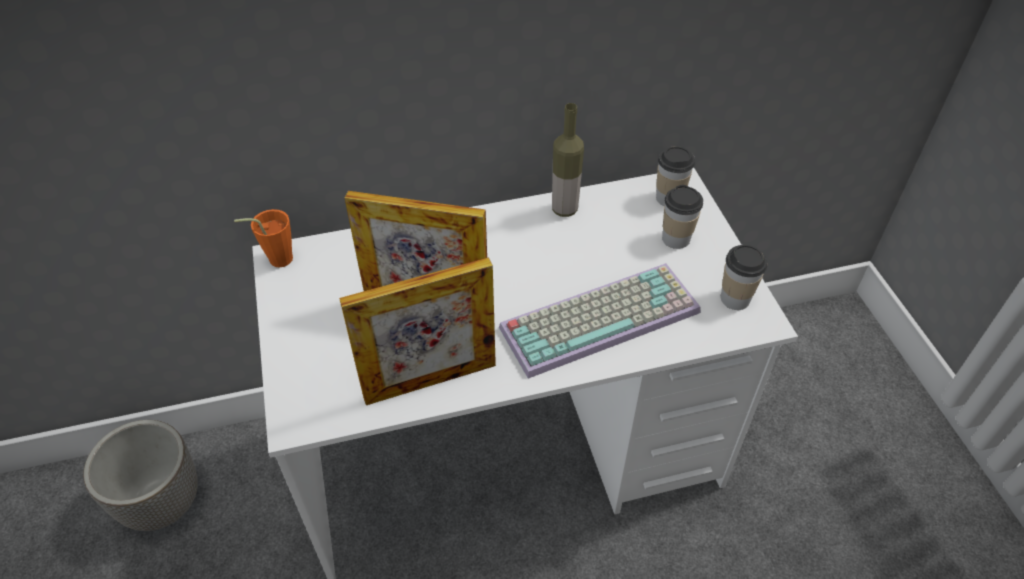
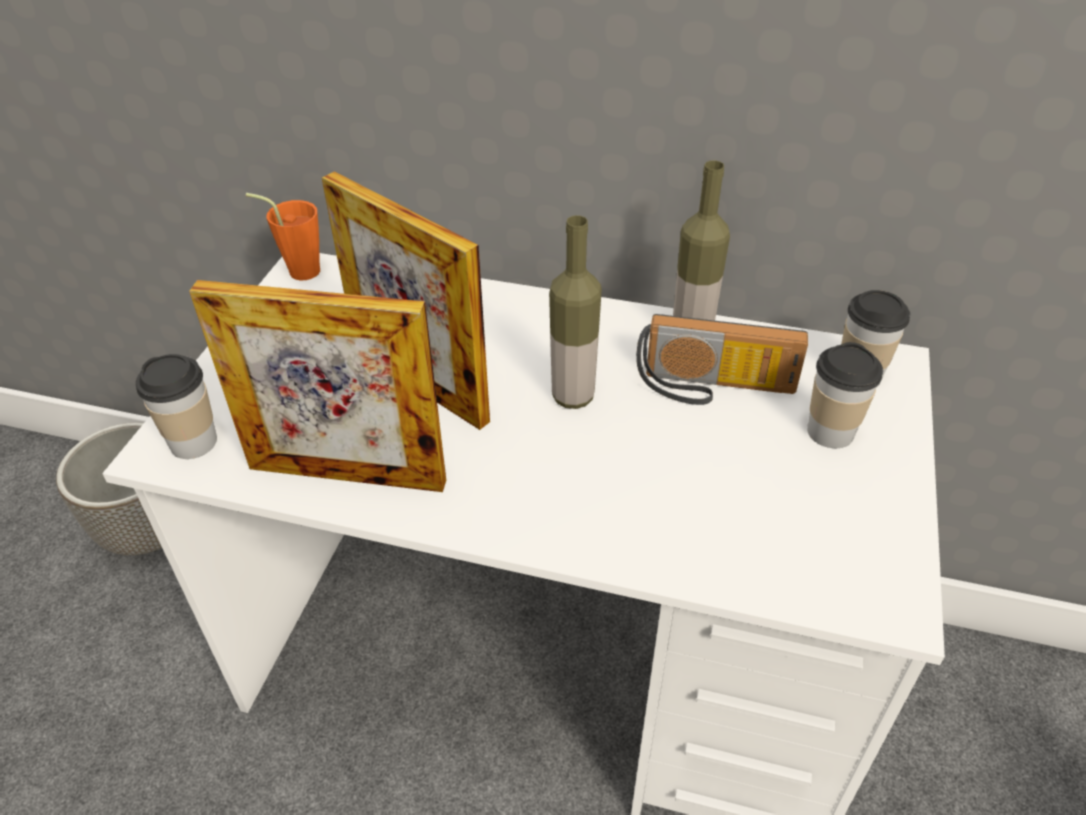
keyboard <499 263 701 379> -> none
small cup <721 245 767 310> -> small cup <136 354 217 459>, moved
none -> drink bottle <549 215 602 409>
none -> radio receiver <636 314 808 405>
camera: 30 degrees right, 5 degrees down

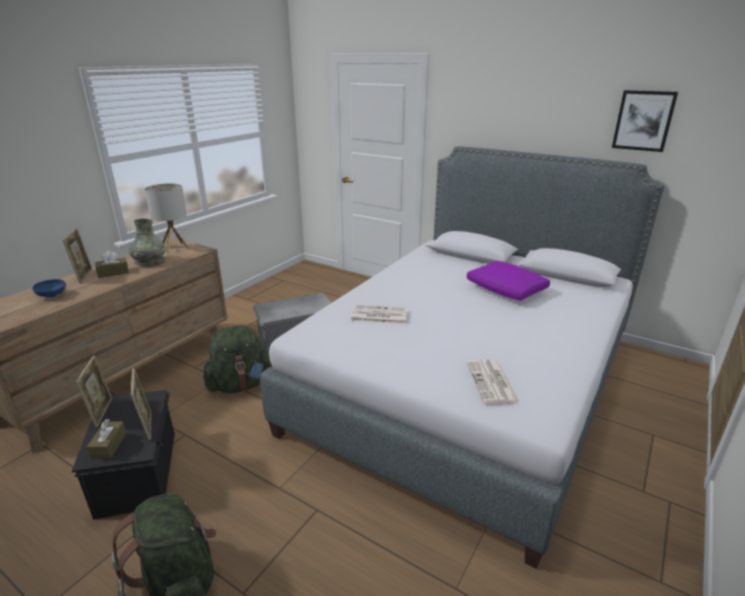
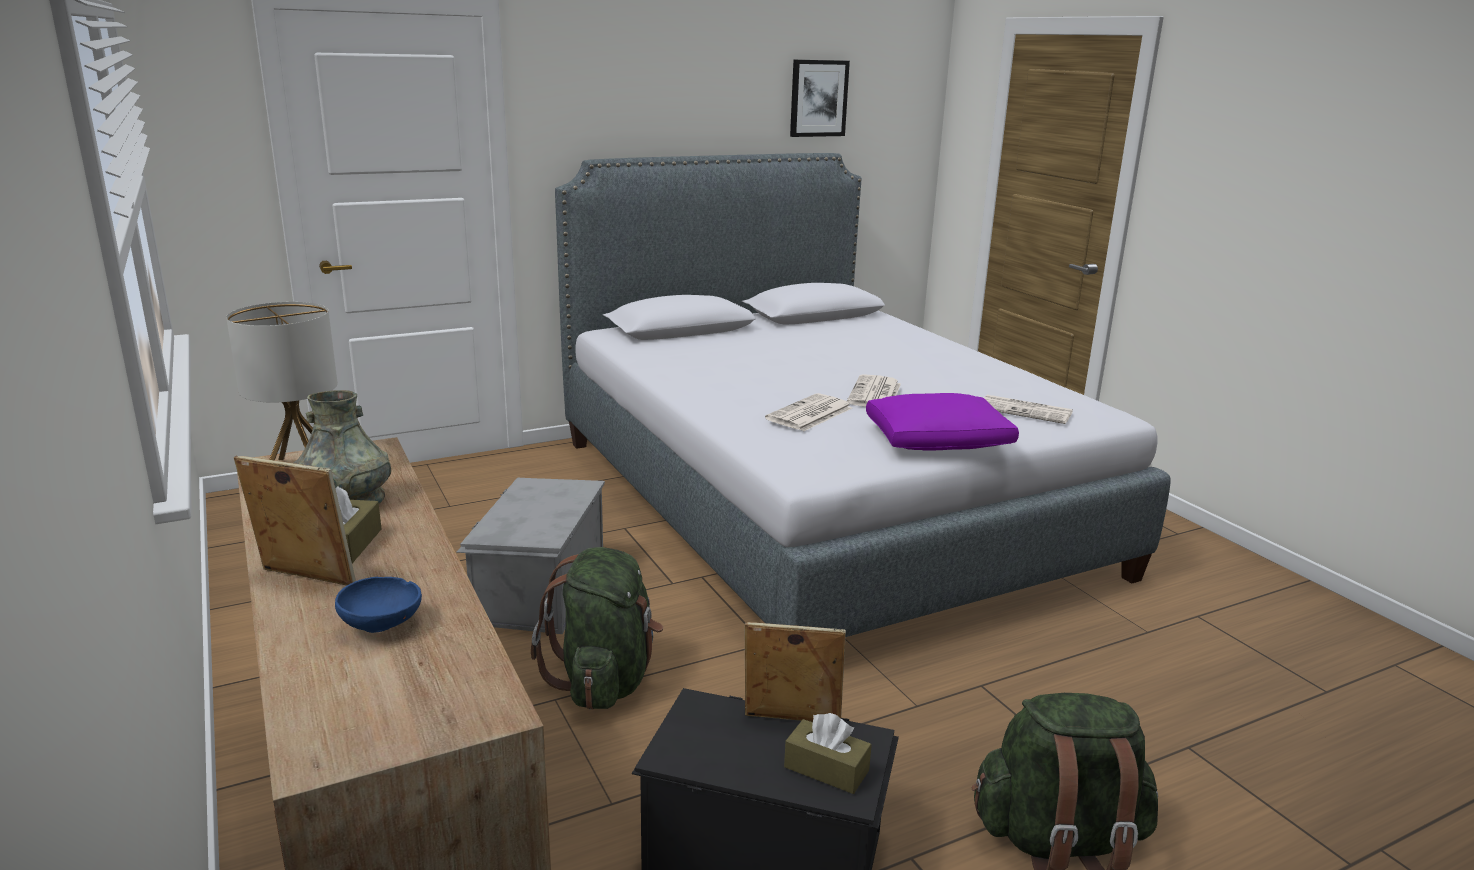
picture frame <76 355 112 428> -> none
pillow in purple <467 261 550 301> -> pillow in purple <866 393 1019 451>, moved
none -> printed paper <847 374 901 407>
camera: 60 degrees left, 5 degrees down

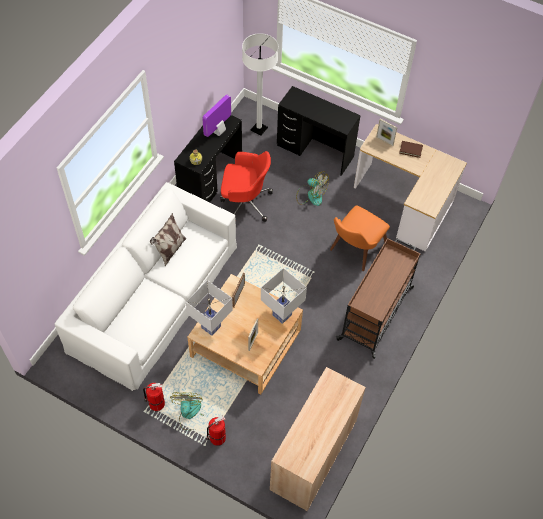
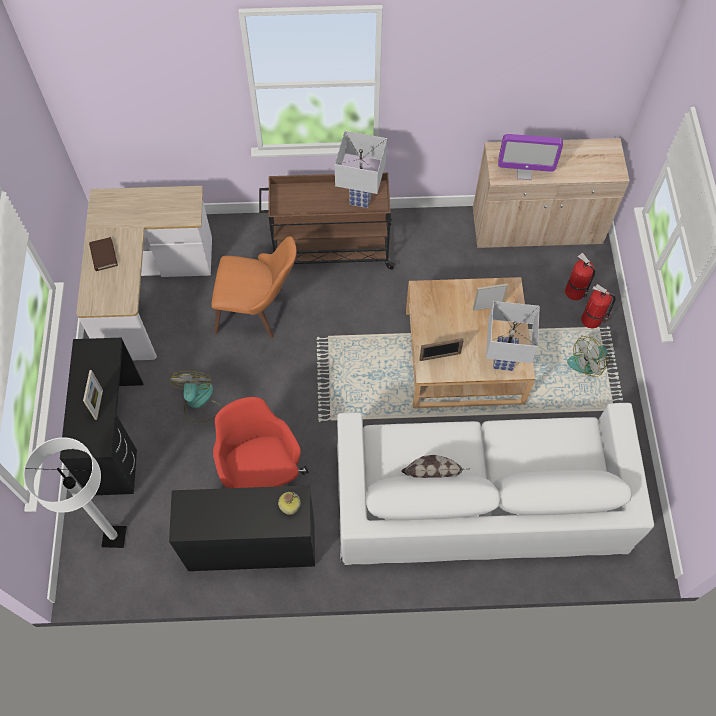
extinguisher <143 383 165 411> -> extinguisher <565 253 595 300>, moved
computer display <202 95 231 137> -> computer display <498 134 563 180>, moved
table lamp in white <261 268 307 324> -> table lamp in white <335 131 387 208>, moved
picture frame <376 119 397 146> -> picture frame <83 370 103 420>, moved
camera: 120 degrees left, 5 degrees up

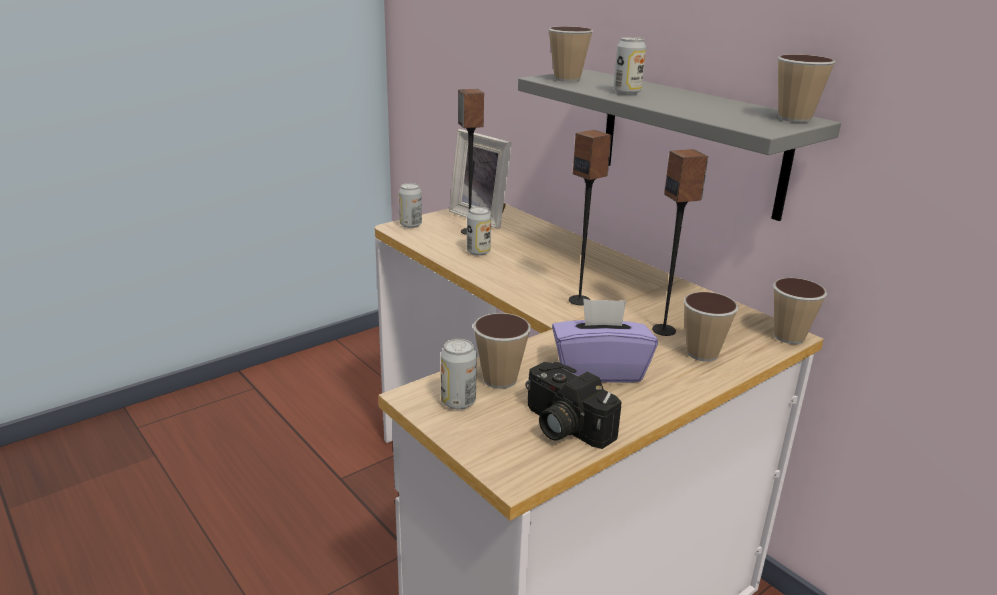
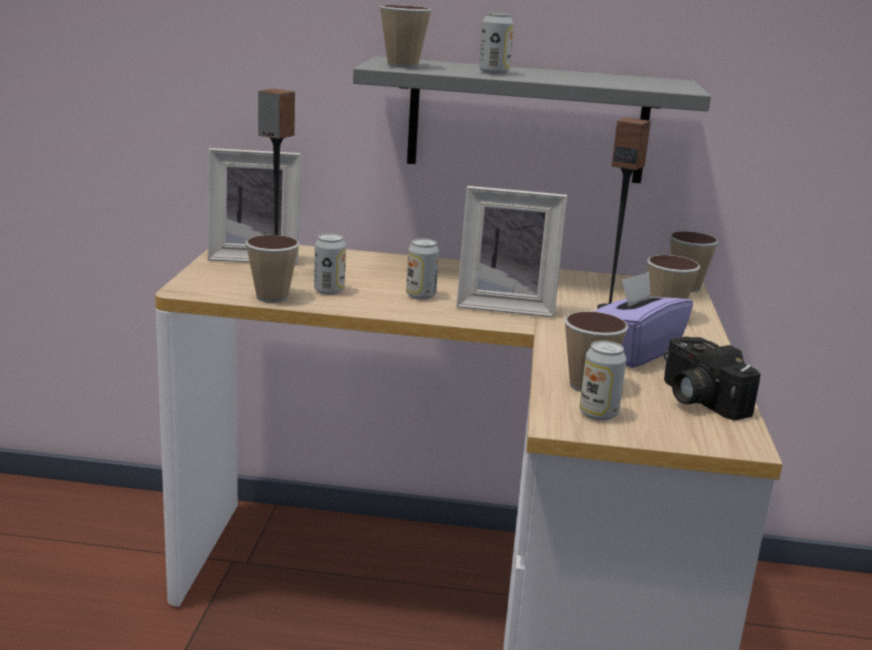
metal can <399 183 422 228> -> metal can <406 238 439 300>, moved
photo camera <525 362 621 449> -> photo camera <664 336 761 421>, 60 degrees clockwise
loudspeaker <569 130 612 305> -> picture frame <456 186 568 317>
small cup <777 54 835 123> -> small cup <245 235 300 303>, moved
camera: 45 degrees left, 5 degrees down

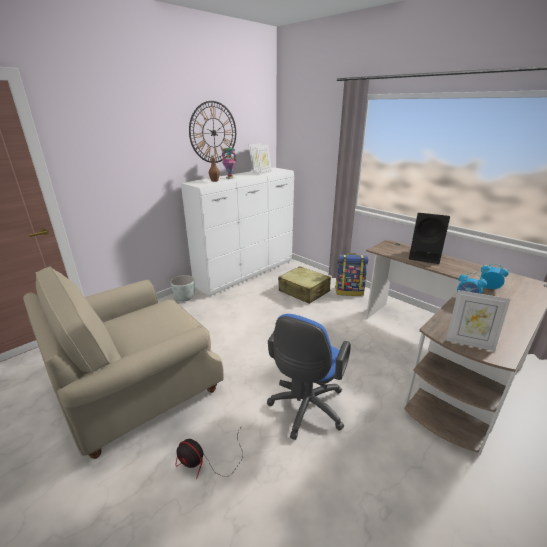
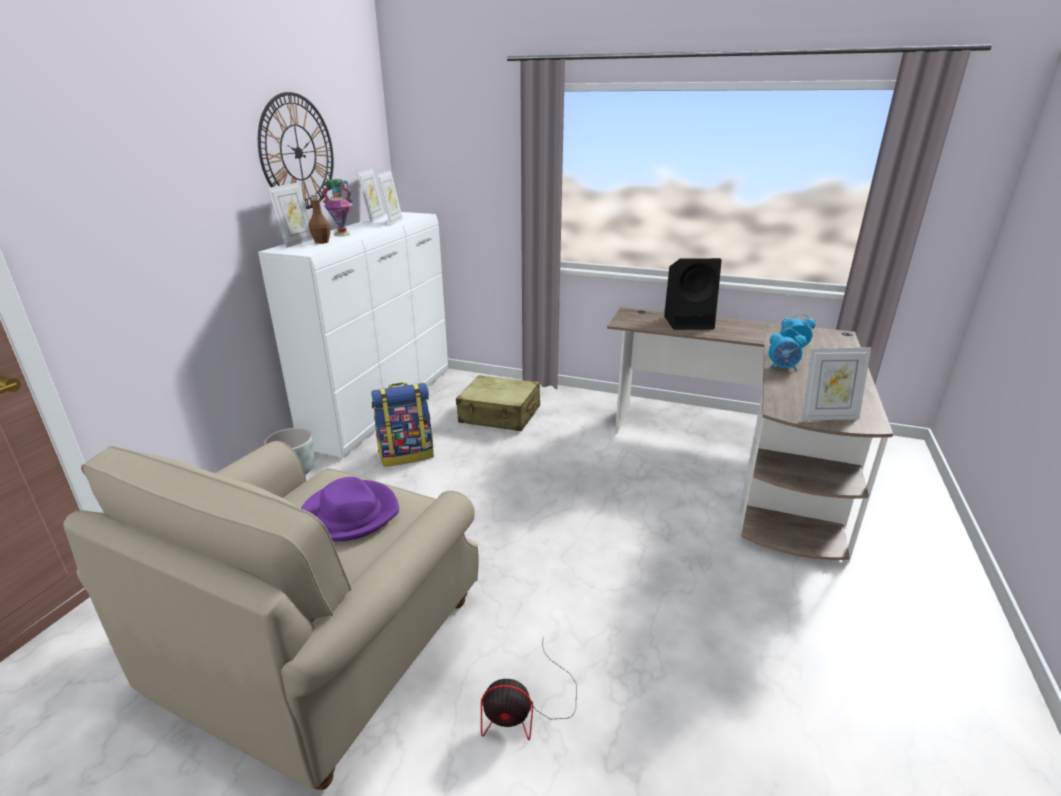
computer chair in blue-coloured <267 314 351 440> -> none
knapsack <335 253 368 296> -> knapsack <372 383 434 467>, moved
none -> picture frame <267 182 313 248>
none -> wearable hat in purple <301 477 399 541>
camera: 25 degrees left, 0 degrees up

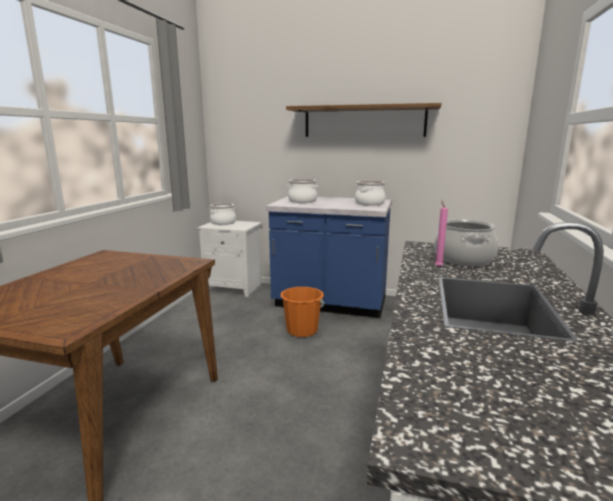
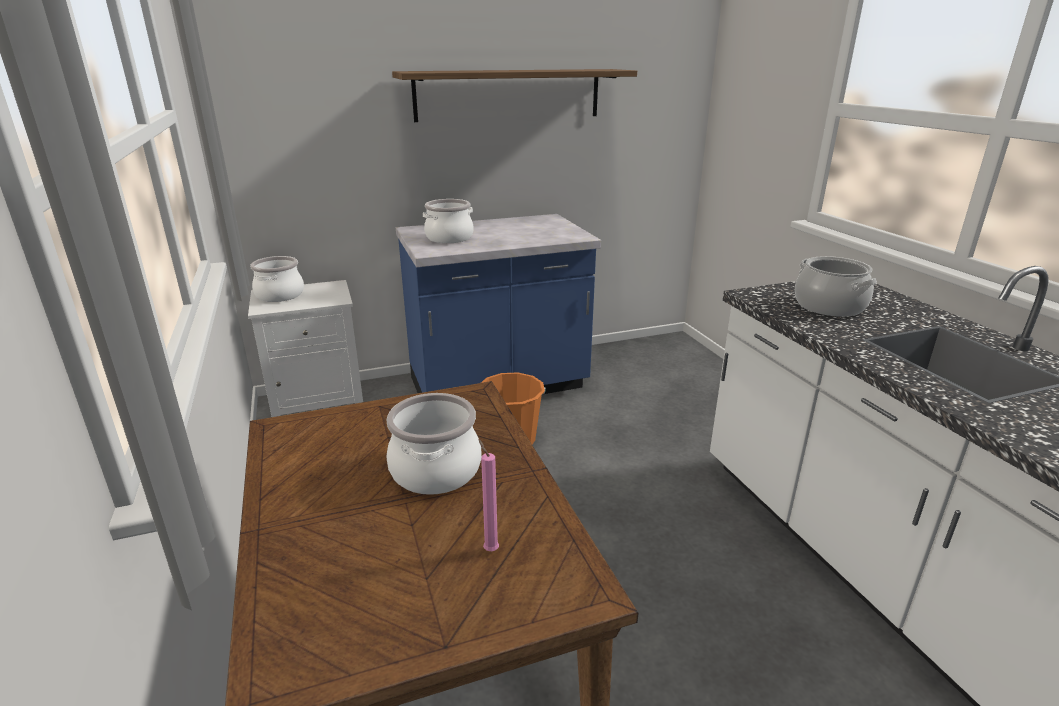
stockpot <355 180 386 206> -> stockpot <386 393 481 495>, moved
wax candle in pinkish <435 200 448 267> -> wax candle in pinkish <479 440 499 551>, moved
camera: 35 degrees left, 10 degrees up

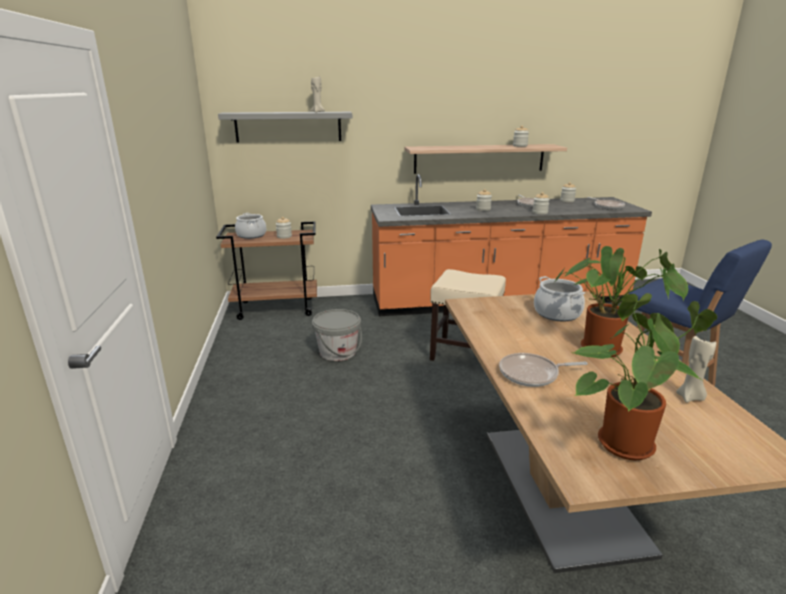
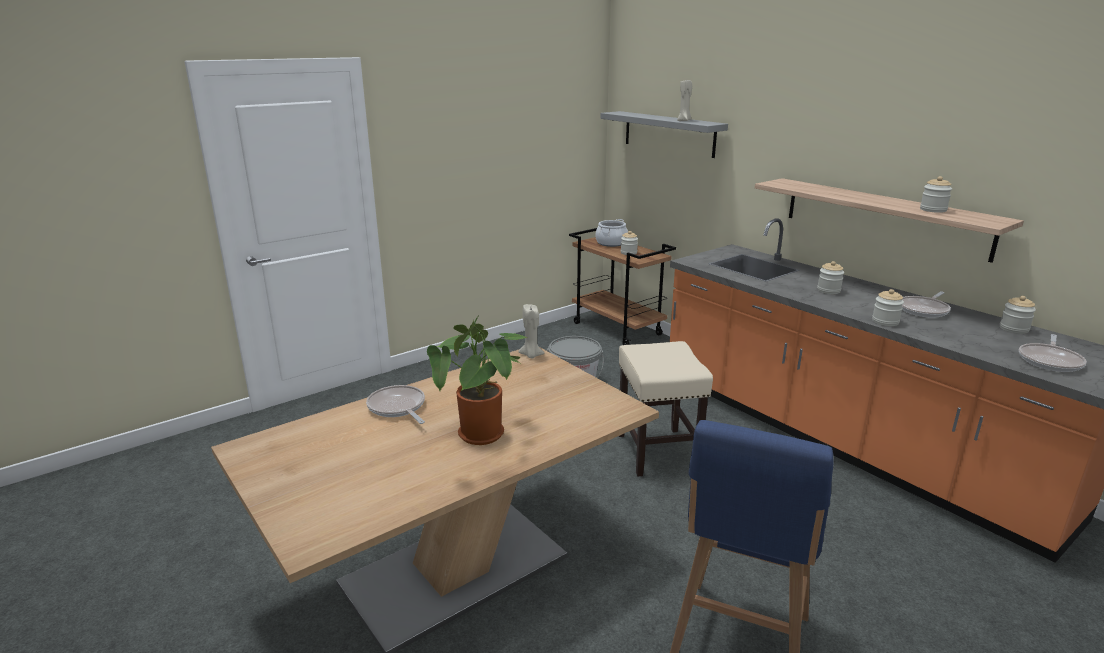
stockpot <534 276 585 321> -> none
houseplant <572 293 717 460> -> none
wax candle in beige-coloured <676 336 716 403> -> wax candle in beige-coloured <519 304 544 358>, moved
camera: 60 degrees right, 0 degrees up

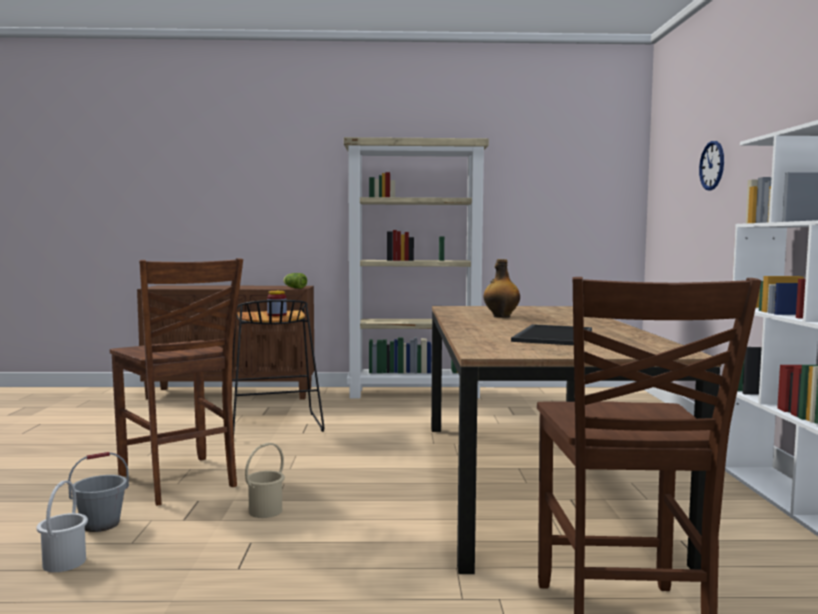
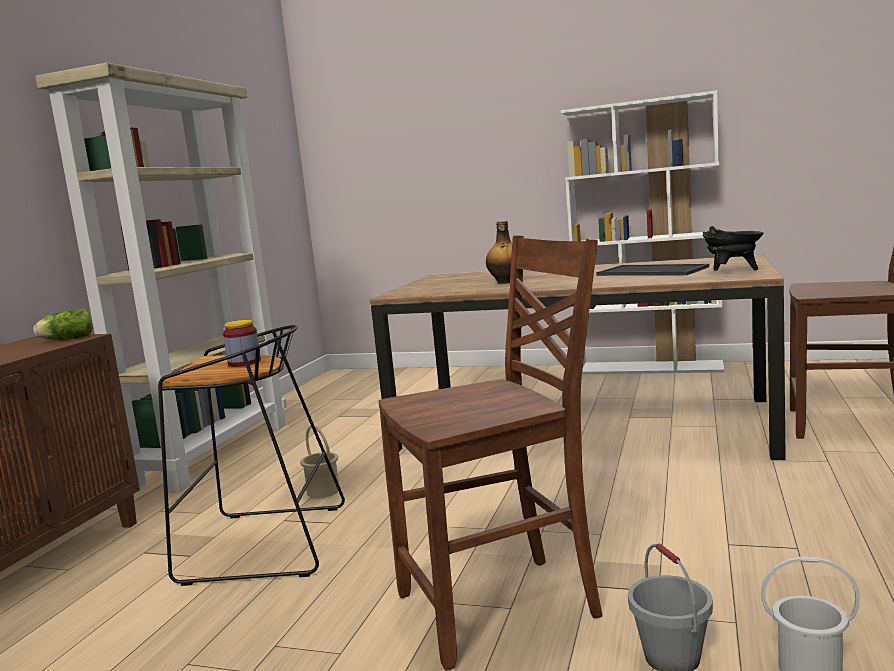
bucket in beige-coloured <245 443 285 518> -> bucket in beige-coloured <300 426 339 498>, moved
wall clock <699 141 724 190> -> none
none -> stockpot in black <703 226 764 271>
camera: 70 degrees left, 5 degrees up

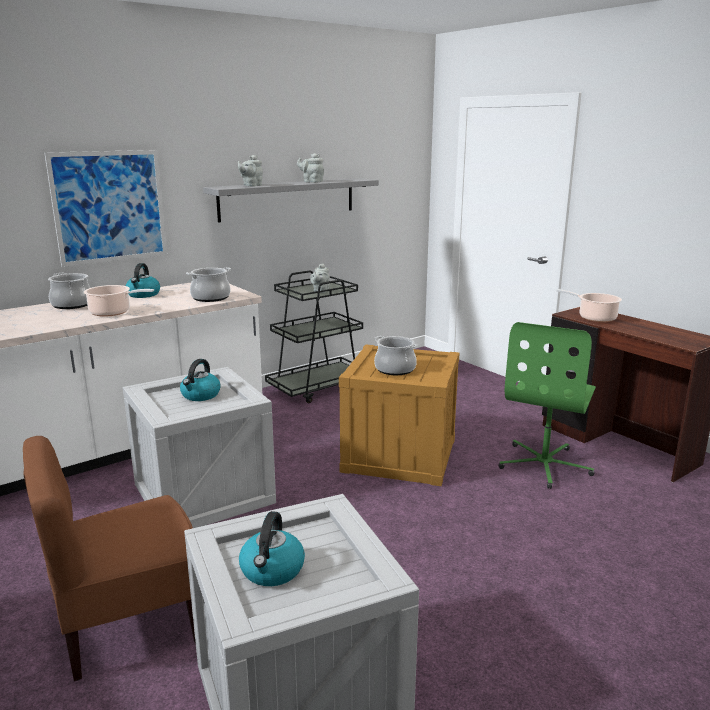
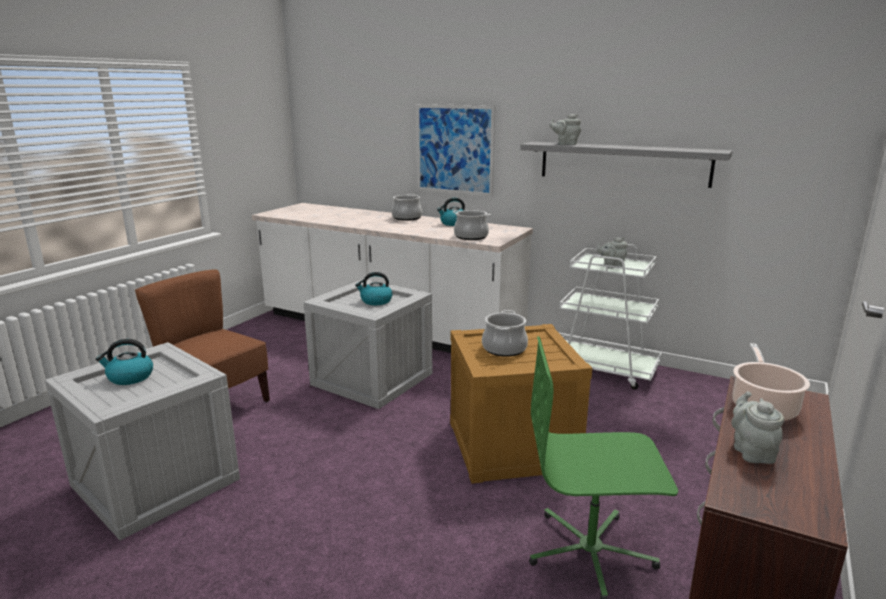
stockpot <84 285 154 317> -> none
cart in black <265 270 363 403> -> cart in white <559 242 662 390>
teapot in greyish <297 153 324 183> -> teapot in greyish <731 391 784 464>, moved
camera: 65 degrees right, 0 degrees up

